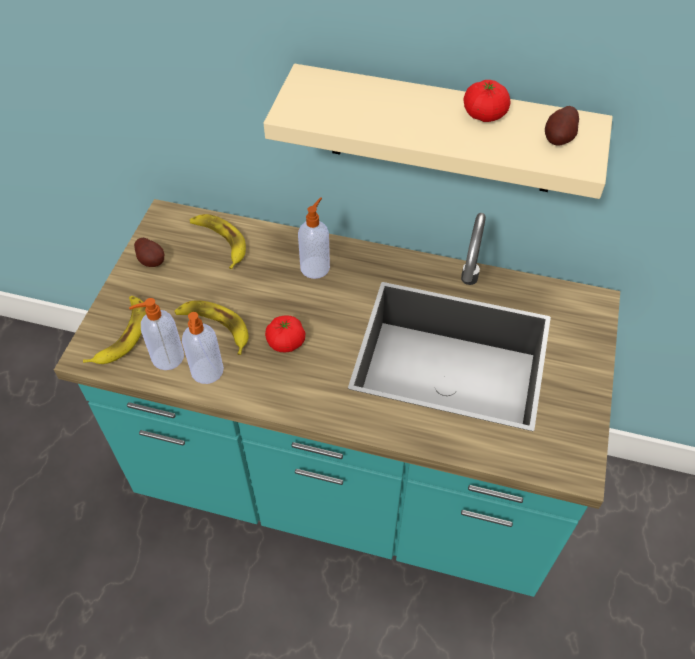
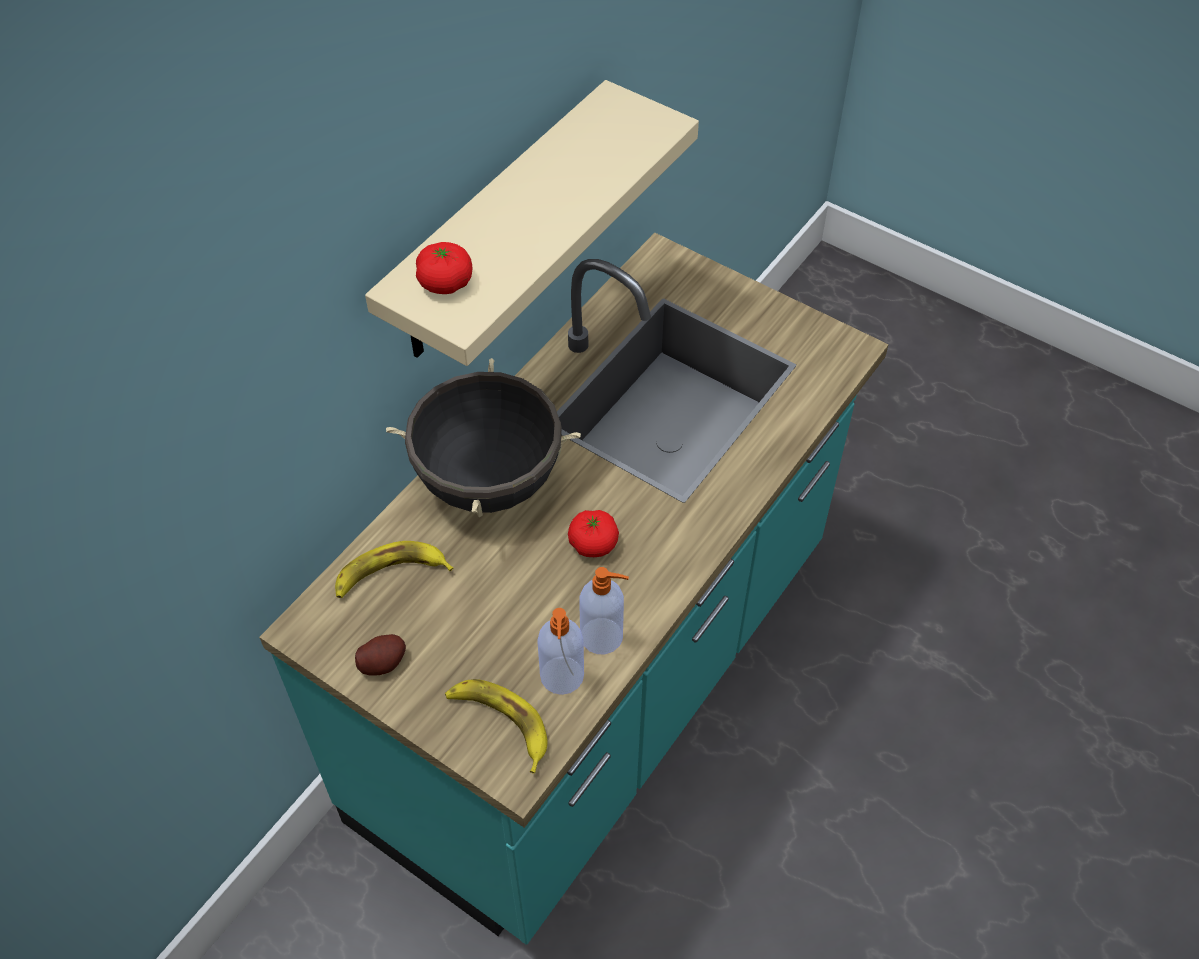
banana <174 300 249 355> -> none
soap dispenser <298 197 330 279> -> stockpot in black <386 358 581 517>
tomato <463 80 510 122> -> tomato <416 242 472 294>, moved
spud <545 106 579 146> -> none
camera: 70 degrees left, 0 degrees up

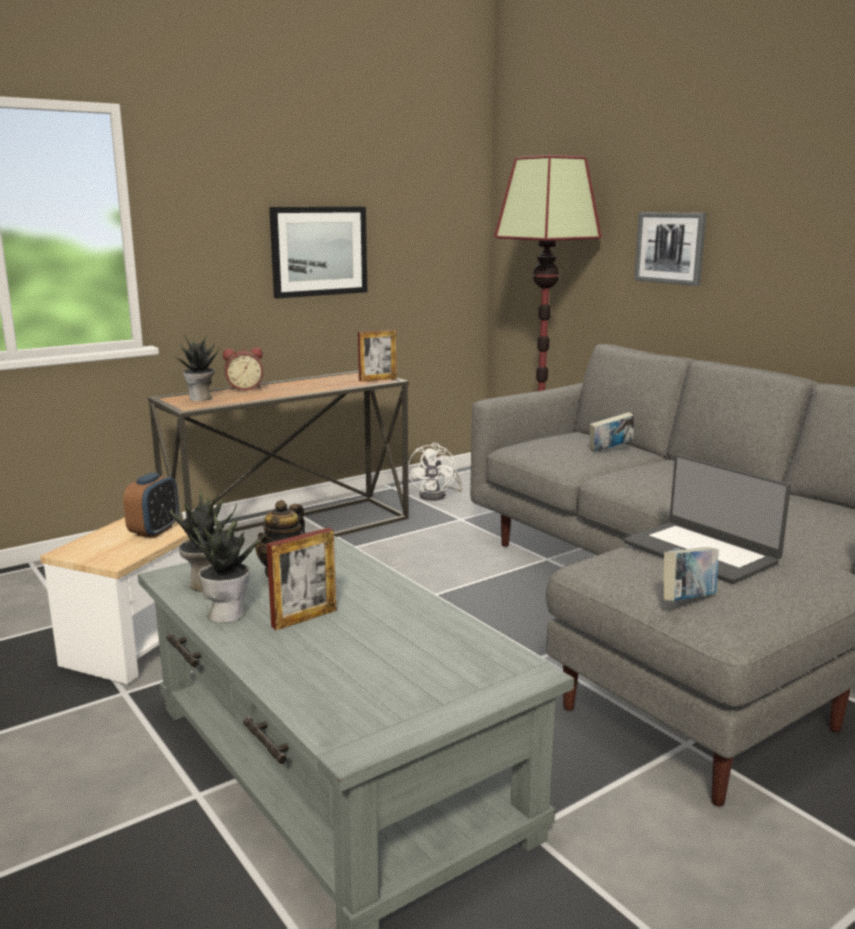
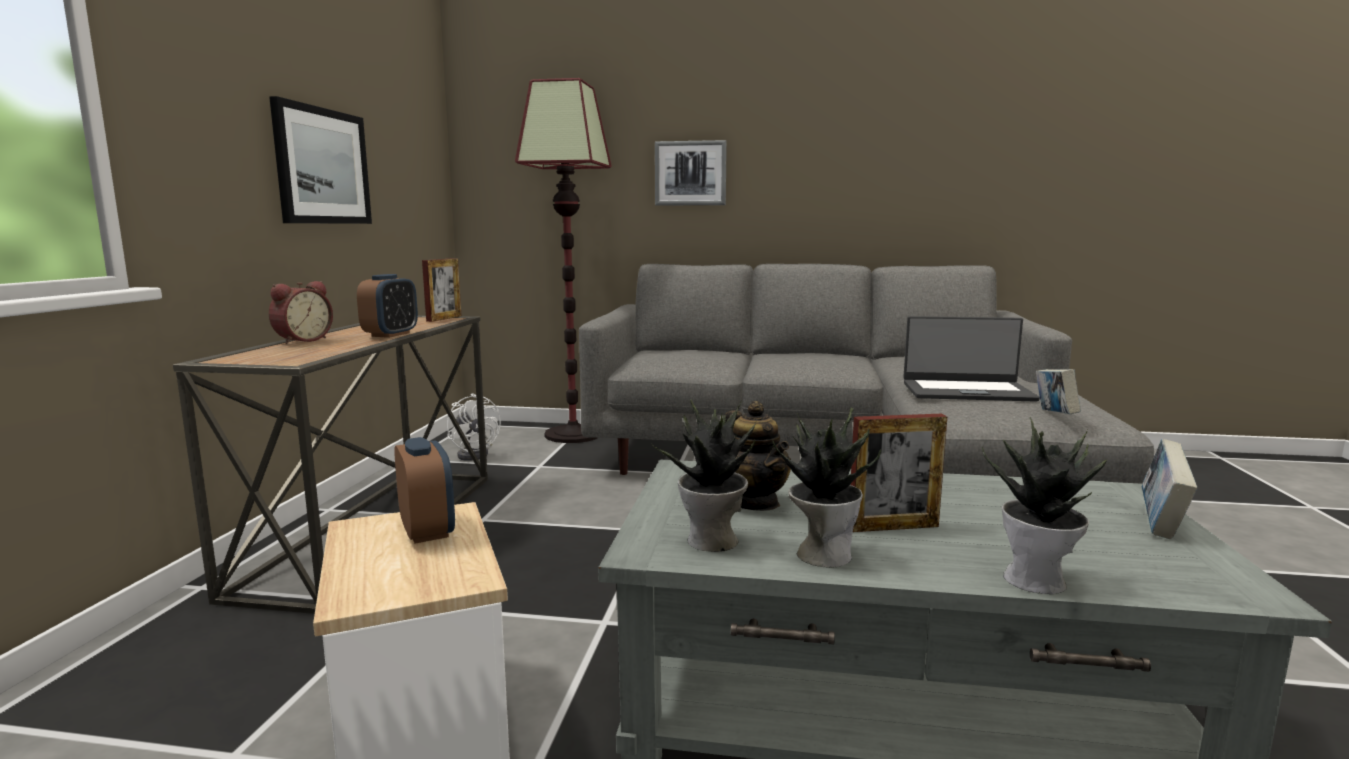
houseplant <173 334 219 401> -> houseplant <982 417 1107 594>, moved
picture frame <266 528 336 630> -> picture frame <850 414 947 532>, 75 degrees clockwise
volume <589 412 634 452> -> volume <1141 439 1197 539>, moved
none -> bedside clock <357 274 418 338>
camera: 45 degrees left, 5 degrees down

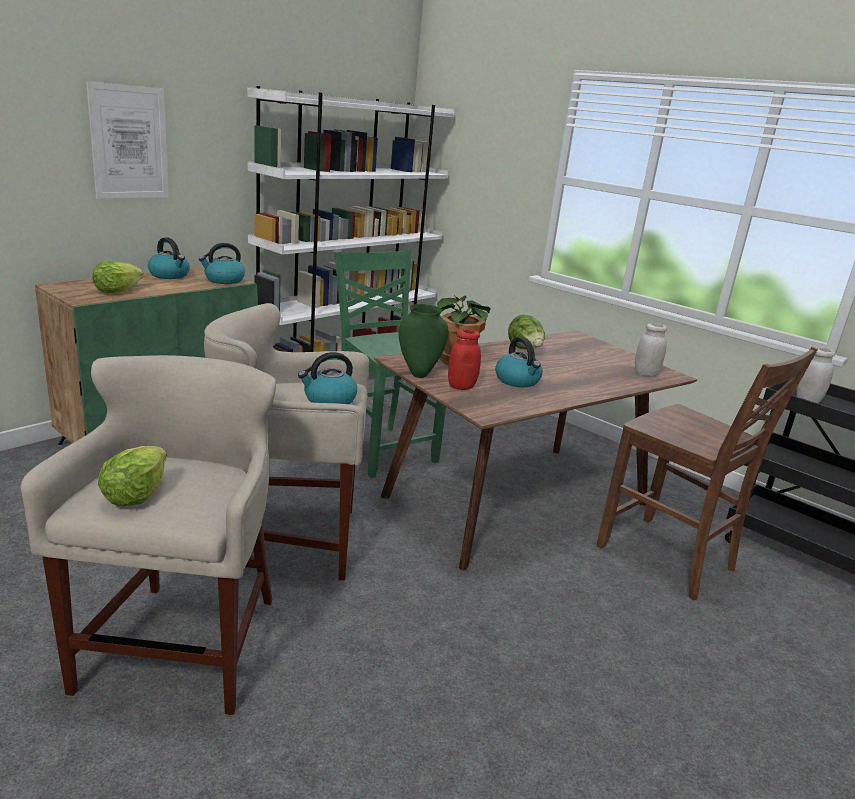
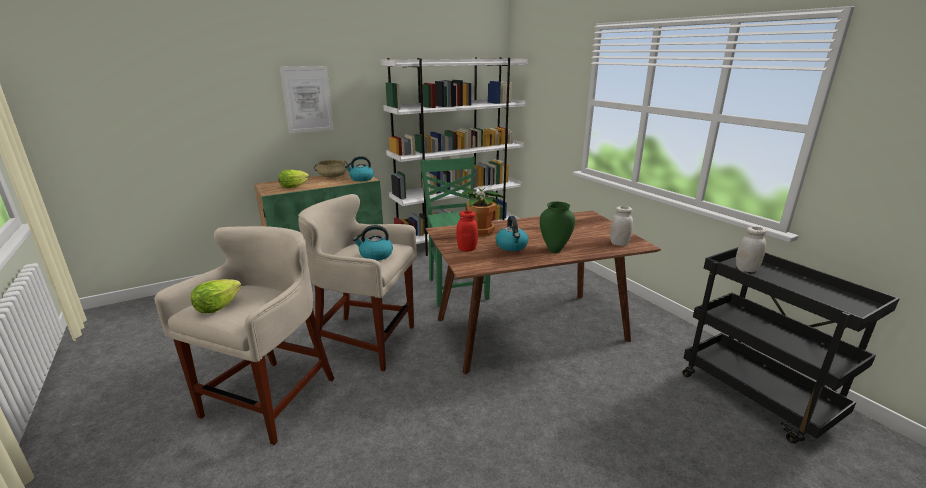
water kettle <148 237 190 279> -> stockpot in beige-coloured <314 160 347 178>
vase in green <399 304 448 378> -> vase in green <540 202 575 253>, moved
head of lettuce <508 314 545 350> -> none
upright chair in brownish <597 347 818 600> -> none
camera: 20 degrees right, 0 degrees up

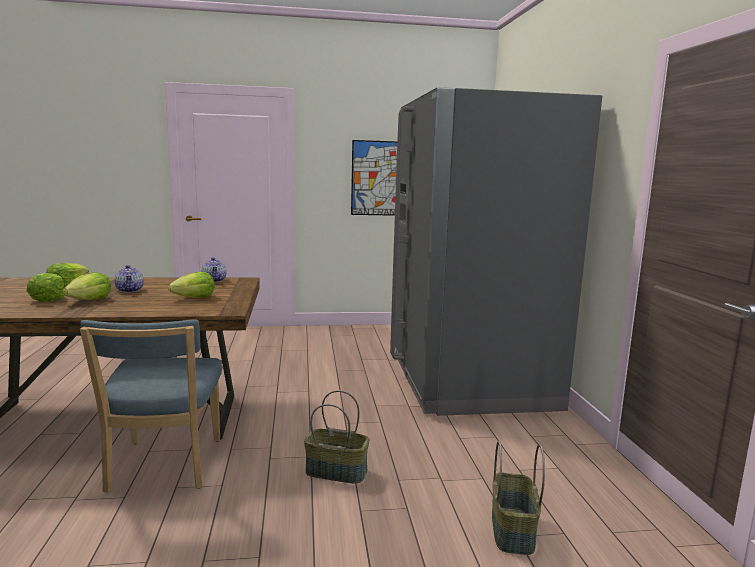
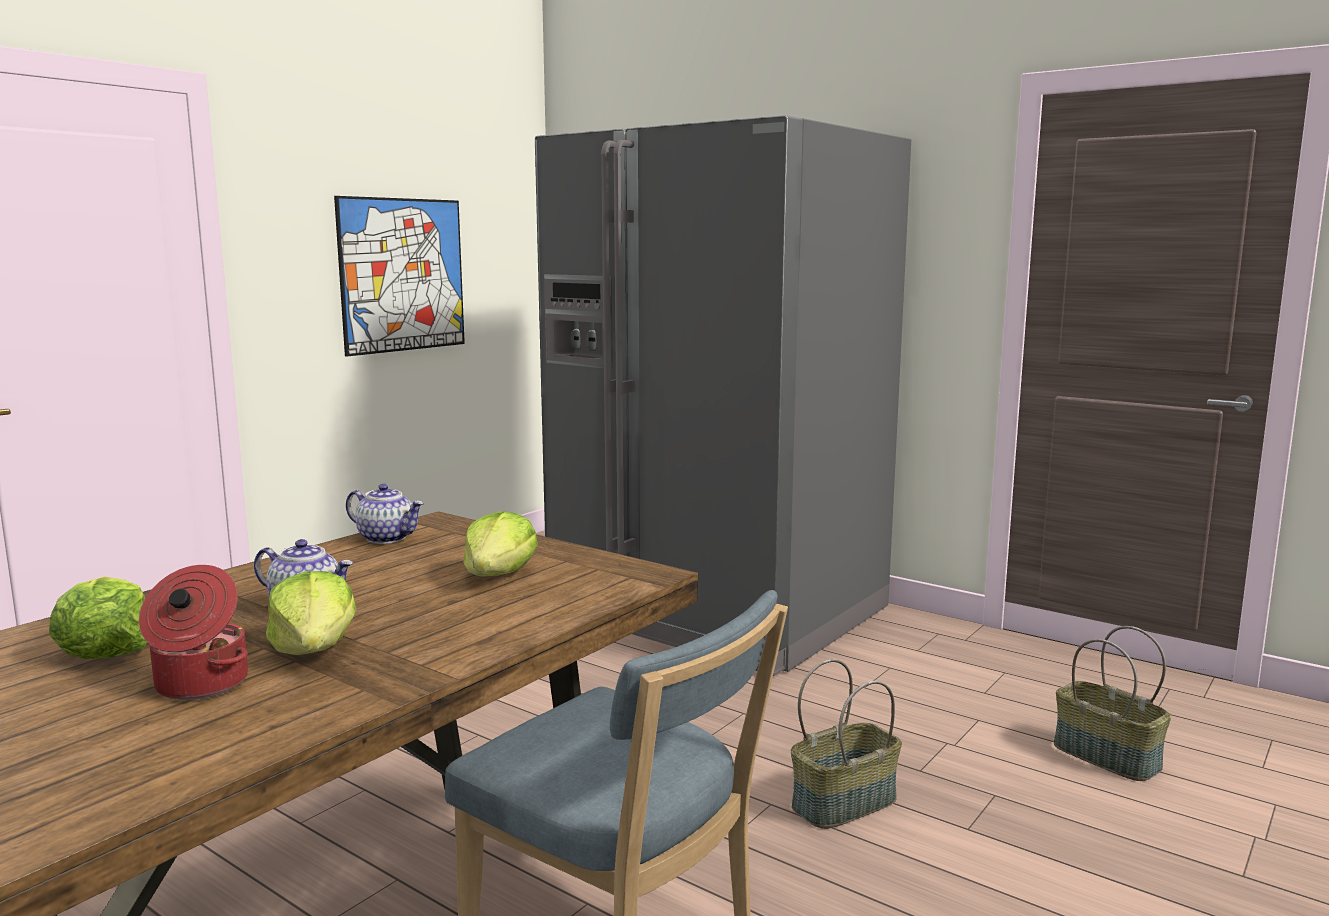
head of lettuce <27 273 64 302> -> stockpot <139 565 248 700>
camera: 45 degrees left, 0 degrees up

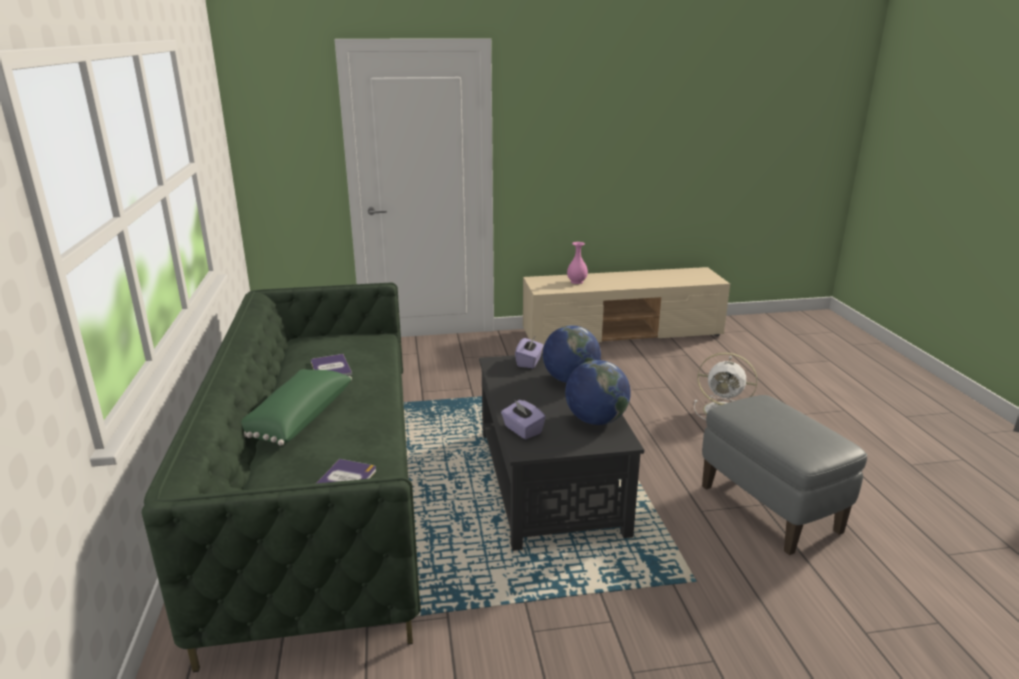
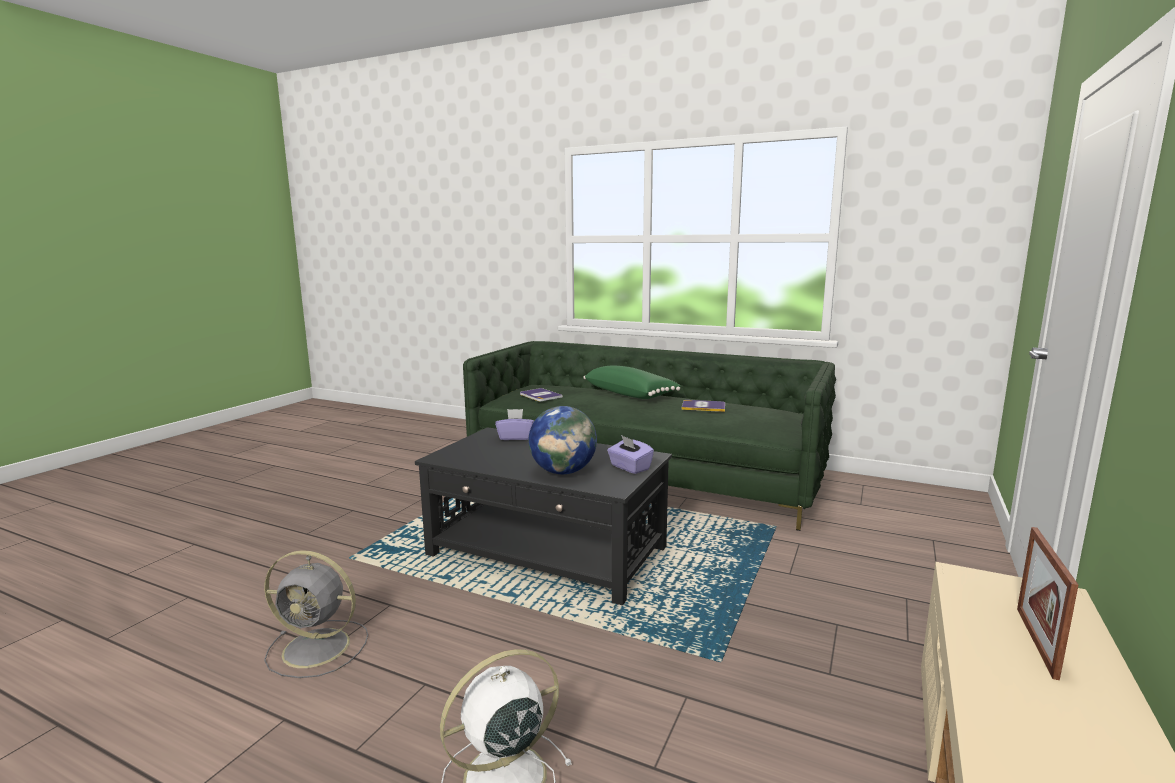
world globe <565 360 631 425> -> none
vase in pinkish <567 242 588 284> -> picture frame <1017 527 1078 680>
ottoman in greyish <702 395 867 555> -> electric fan in greyish <264 550 368 678>
camera: 125 degrees right, 10 degrees down

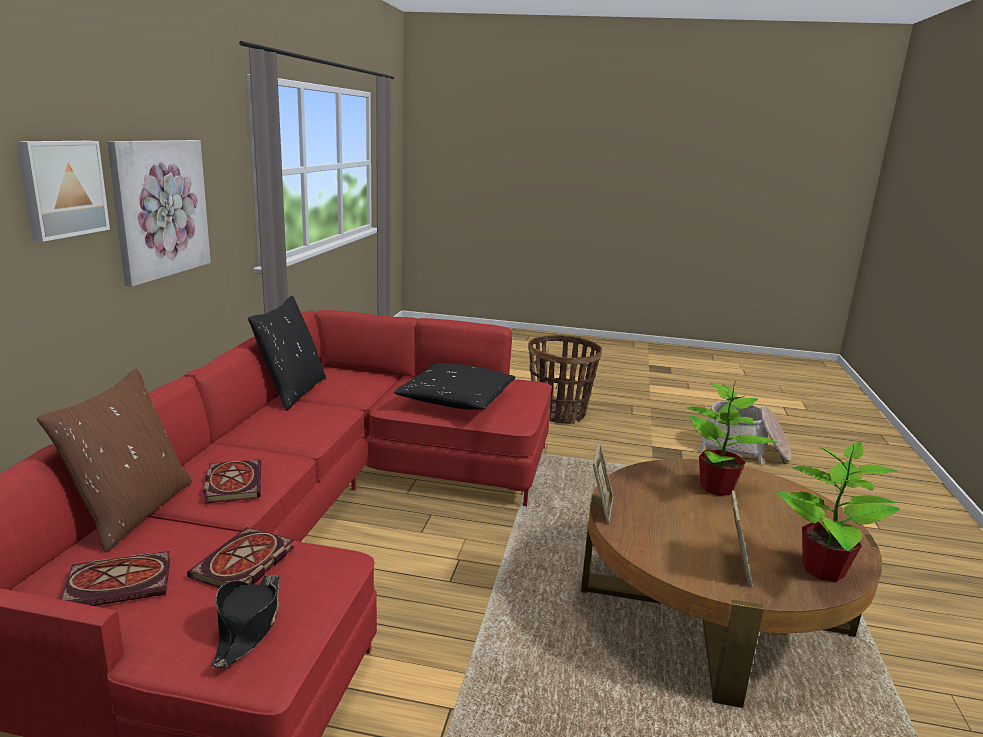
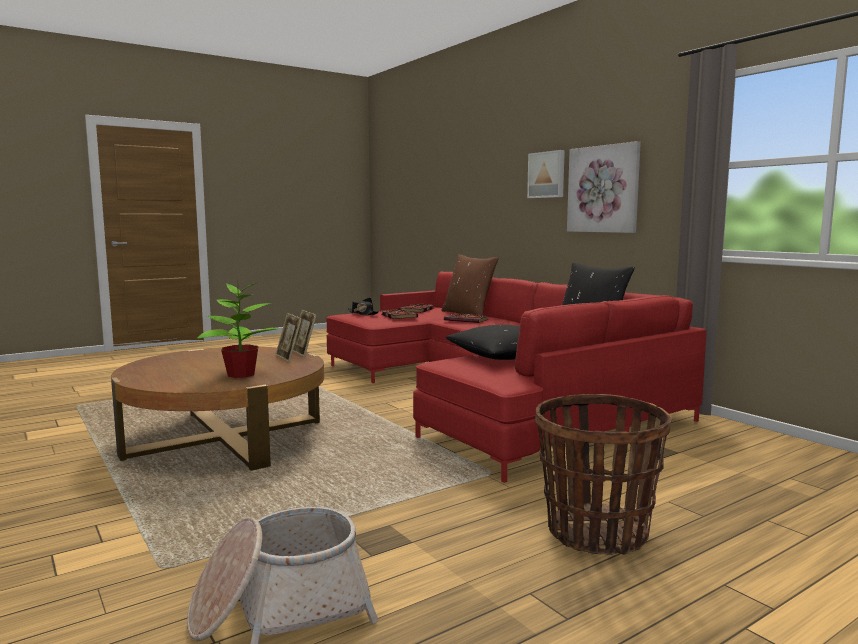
picture frame <731 490 752 587> -> picture frame <275 313 302 362>, moved
houseplant <776 442 900 582> -> none
camera: 135 degrees right, 10 degrees down

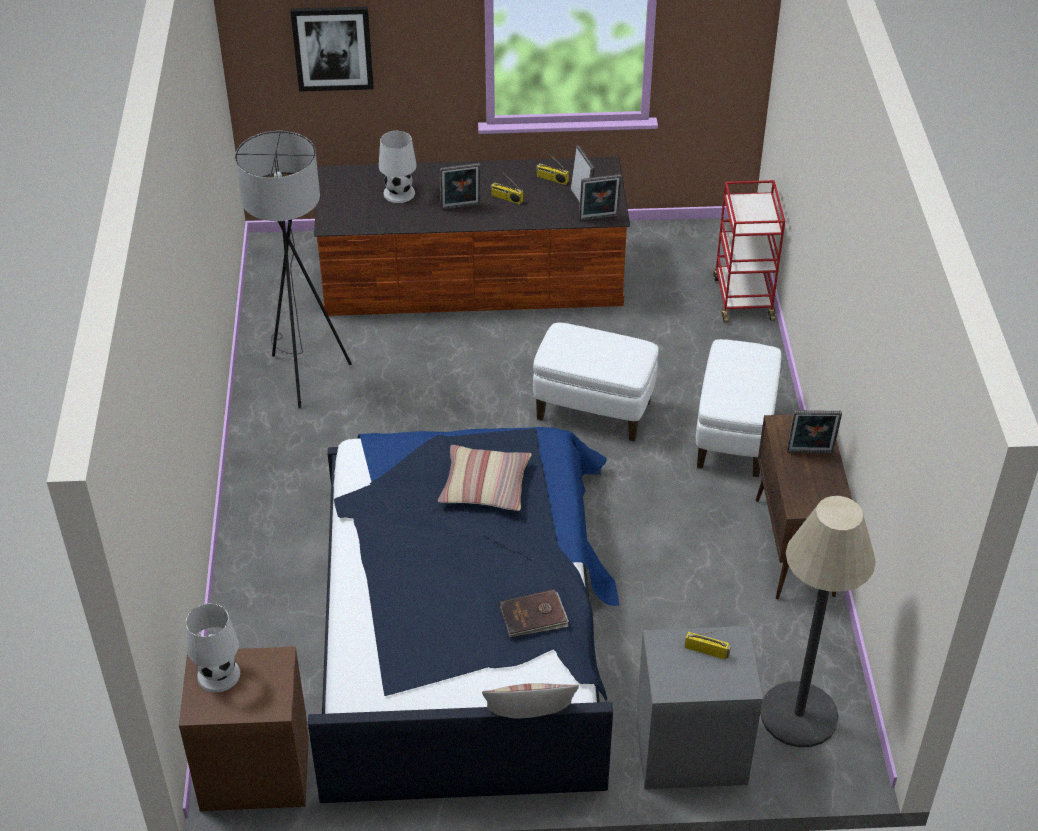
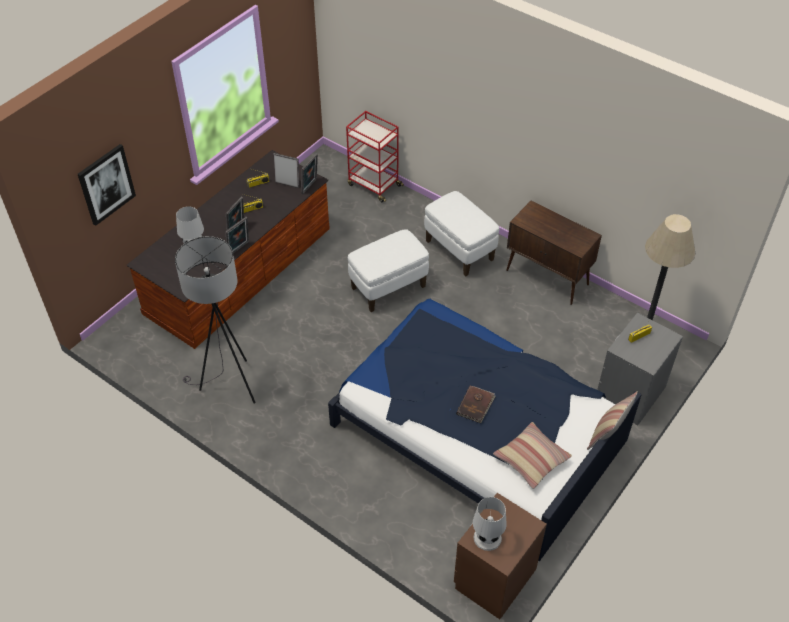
pillow <438 445 532 511> -> pillow <493 422 572 489>, moved
volume in brownish <499 589 569 638> -> volume in brownish <456 385 496 423>, moved
picture frame <787 410 842 453> -> picture frame <225 217 249 253>, moved
camera: 50 degrees left, 5 degrees up

